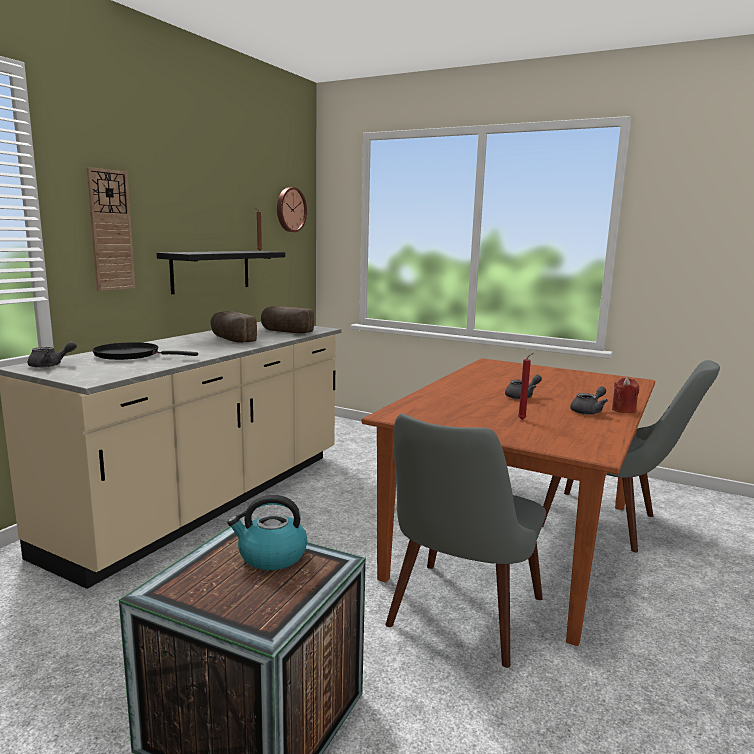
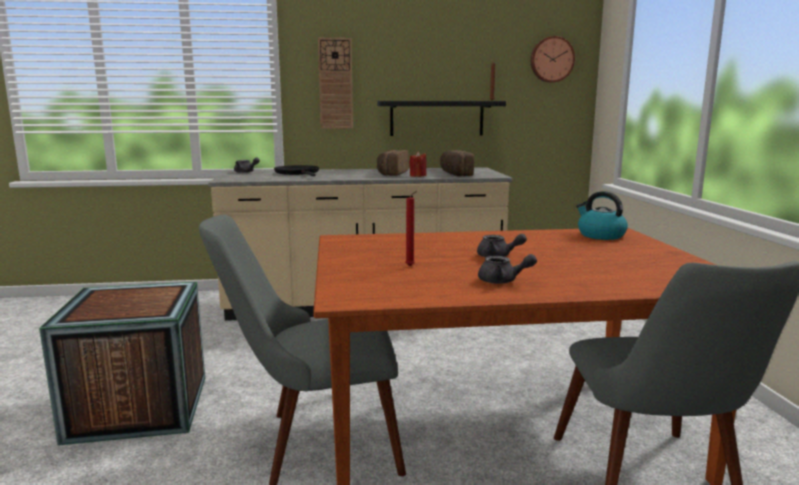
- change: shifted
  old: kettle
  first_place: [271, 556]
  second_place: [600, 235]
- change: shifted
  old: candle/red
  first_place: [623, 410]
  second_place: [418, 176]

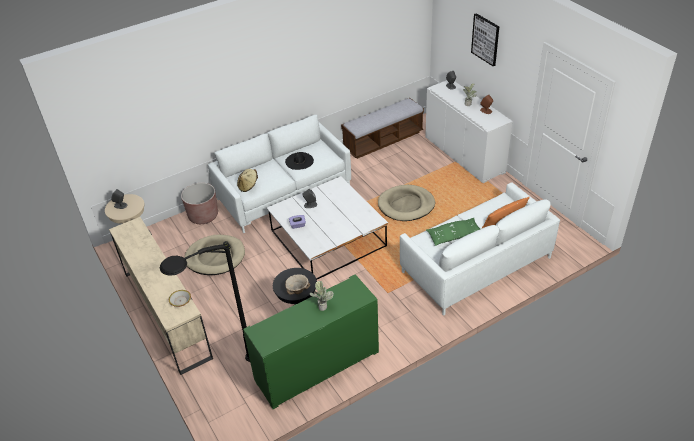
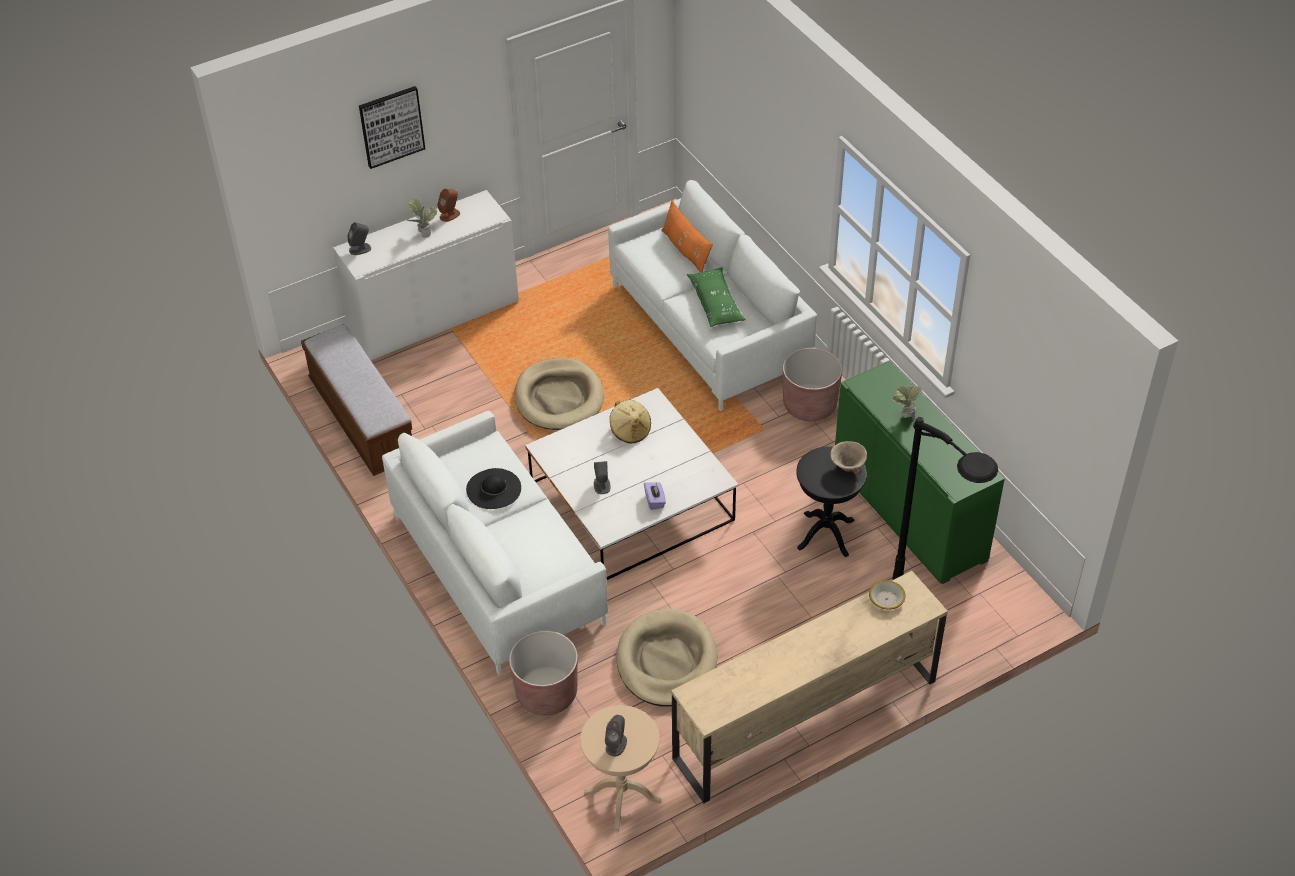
- change: new
  new: planter/brown
  second_place: [809, 405]
- change: shifted
  old: hat/beige
  first_place: [248, 186]
  second_place: [630, 431]

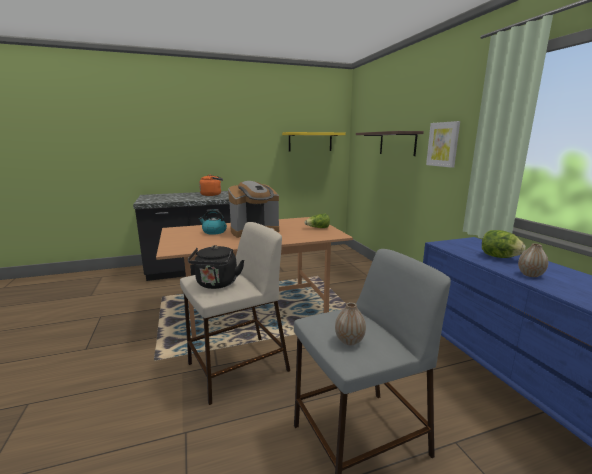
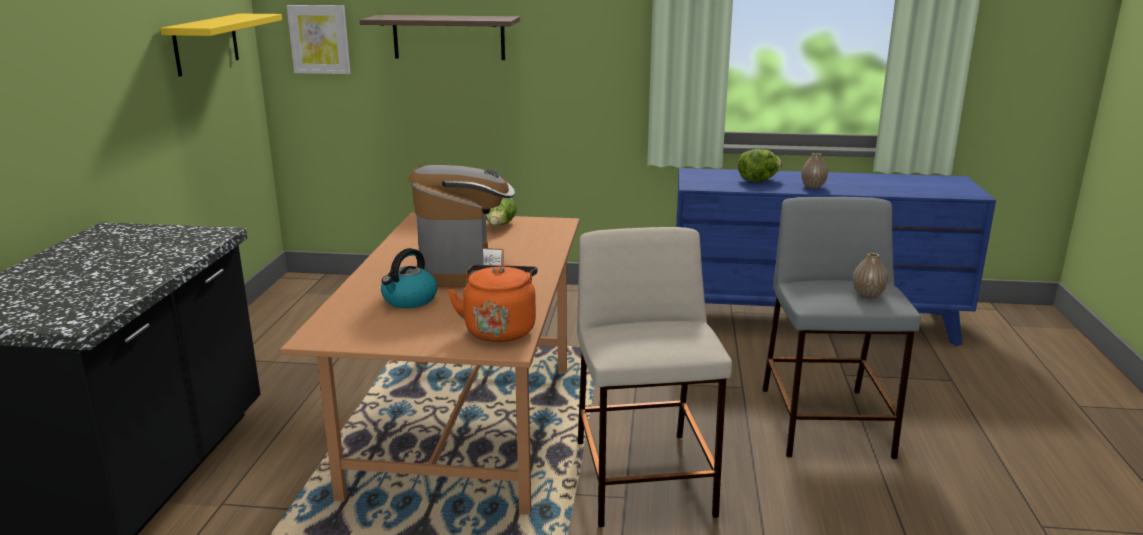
- change: gone
  old: kettle/black
  first_place: [216, 284]
- change: shifted
  old: kettle/orange
  first_place: [212, 195]
  second_place: [500, 329]
- change: shifted
  old: picture
  first_place: [443, 144]
  second_place: [319, 39]

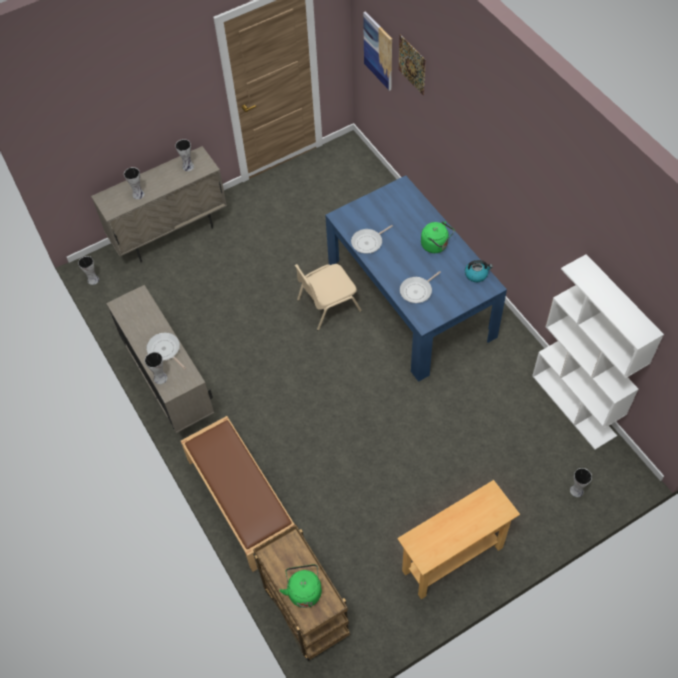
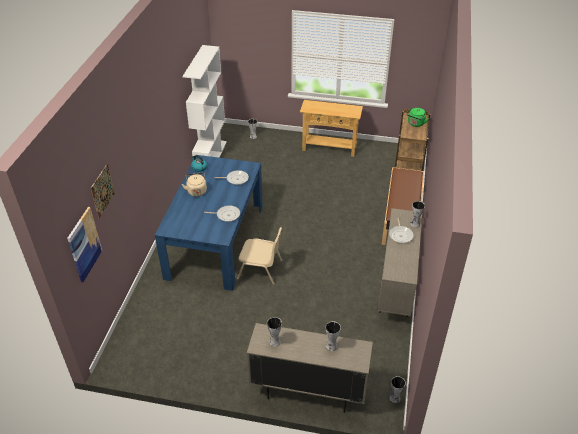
- change: repainted
  old: kettle/green
  new: kettle/beige
  first_place: [436, 245]
  second_place: [196, 191]

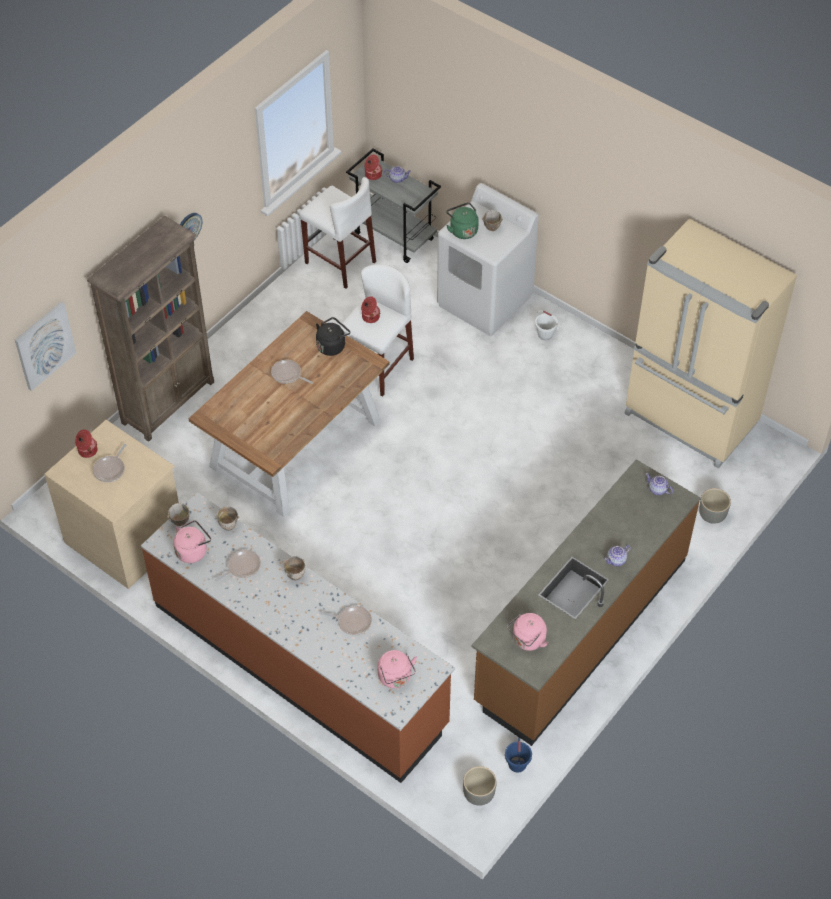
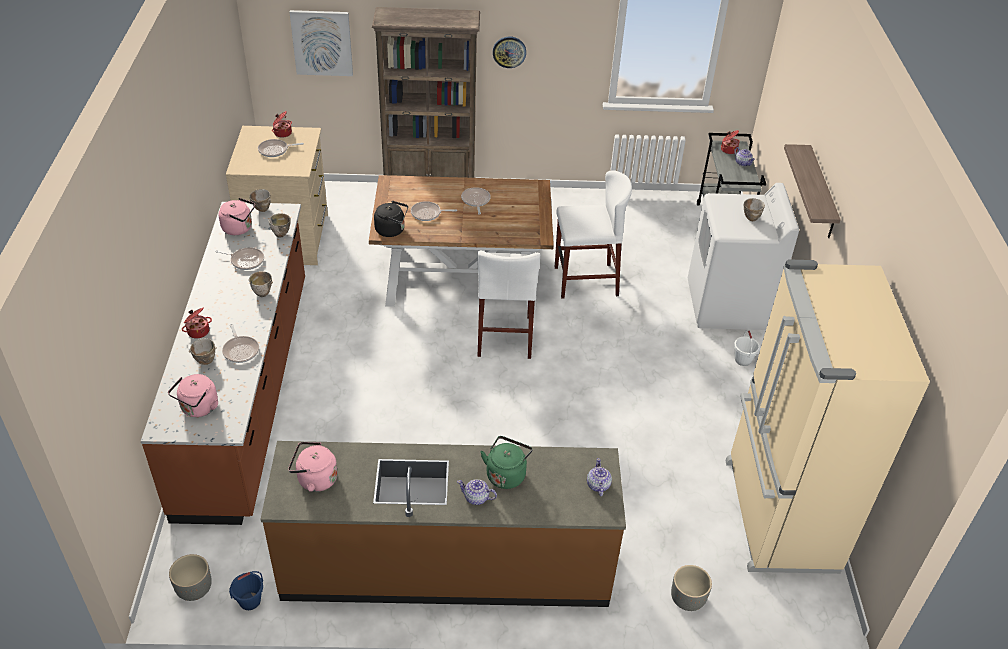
- change: new
  new: bowl
  second_place: [204, 361]
- change: new
  new: frying pan
  second_place: [428, 214]
- change: new
  new: shelf
  second_place: [821, 193]
- change: shifted
  old: stool/white
  first_place: [340, 262]
  second_place: [504, 336]
- change: shifted
  old: kettle/black
  first_place: [332, 345]
  second_place: [392, 230]
- change: shifted
  old: cooking pot
  first_place: [370, 317]
  second_place: [198, 331]
- change: shifted
  old: kettle/green
  first_place: [462, 230]
  second_place: [506, 474]

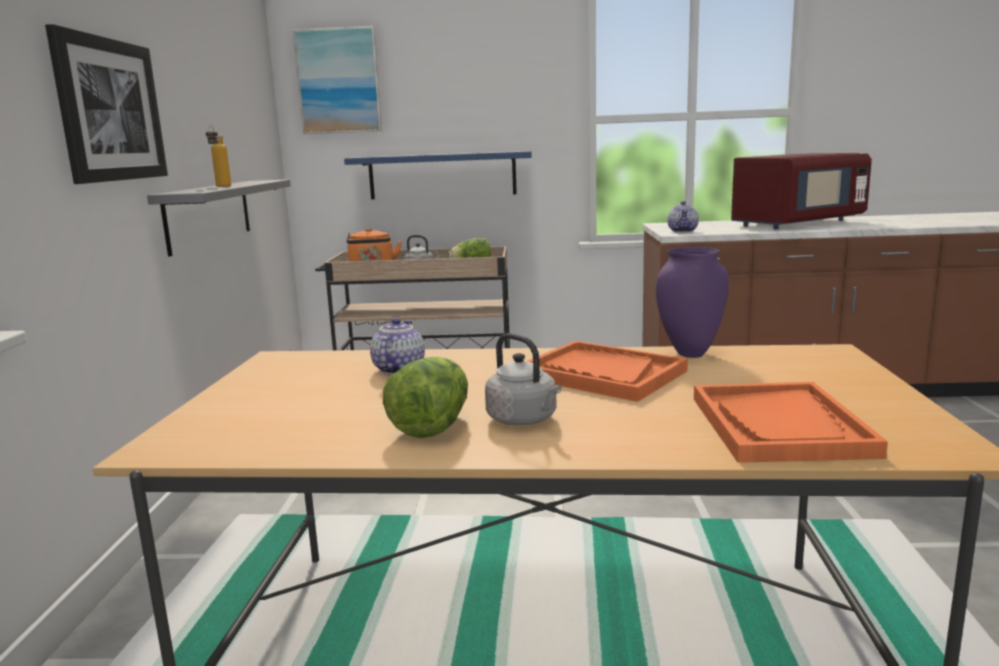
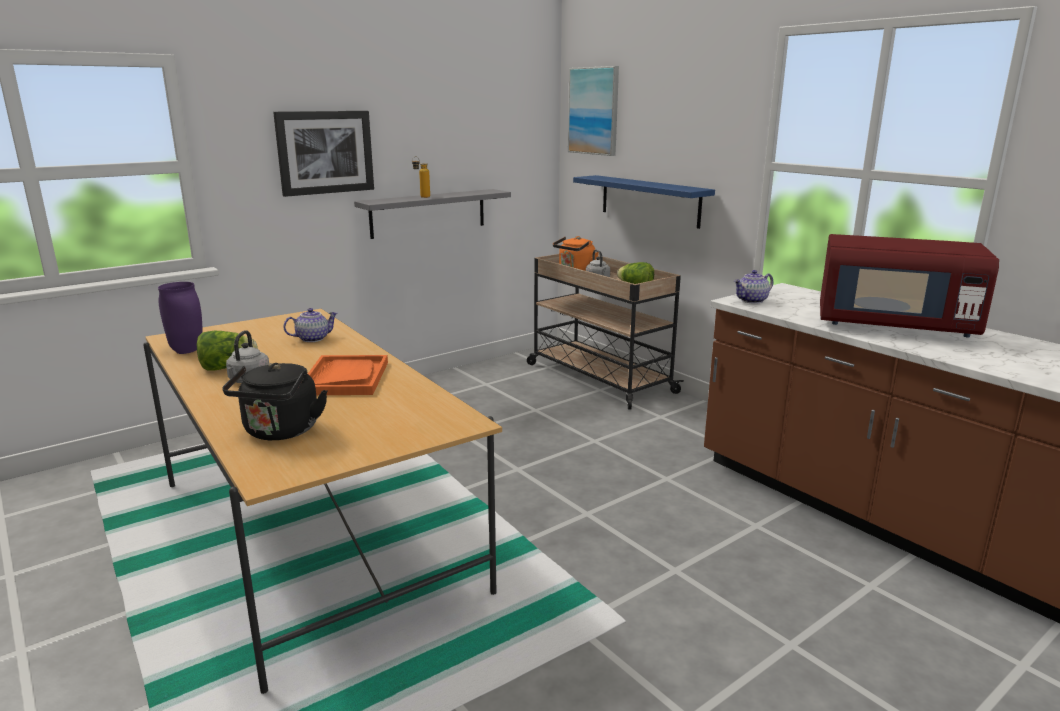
- change: shifted
  old: vase/purple
  first_place: [689, 353]
  second_place: [188, 351]
- change: swapped
  old: tray/orange
  new: kettle/black
  first_place: [779, 426]
  second_place: [280, 432]

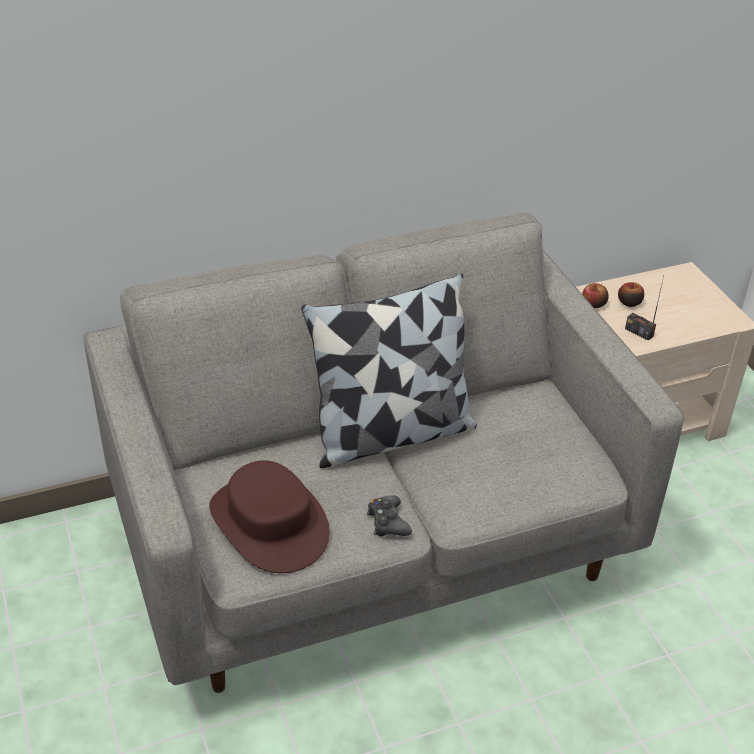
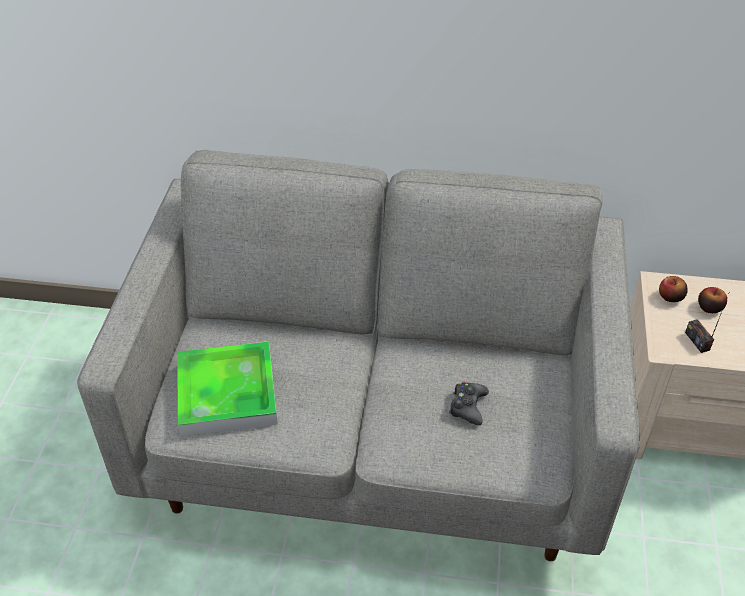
- change: gone
  old: pillow
  first_place: [391, 434]
- change: shifted
  old: game controller/black
  first_place: [388, 522]
  second_place: [468, 406]
- change: swapped
  old: hat/brown
  new: tray
  first_place: [270, 523]
  second_place: [227, 393]

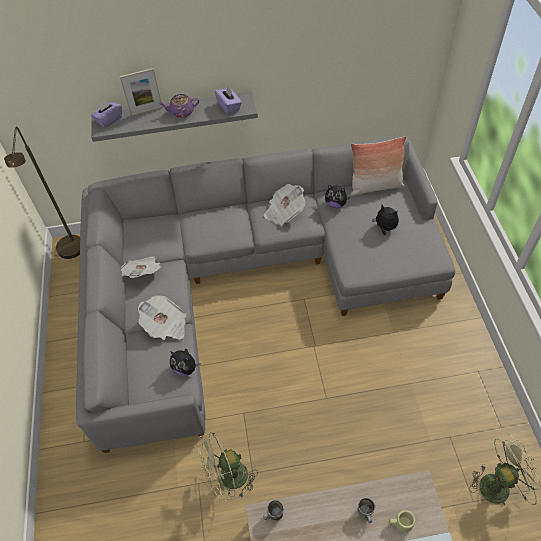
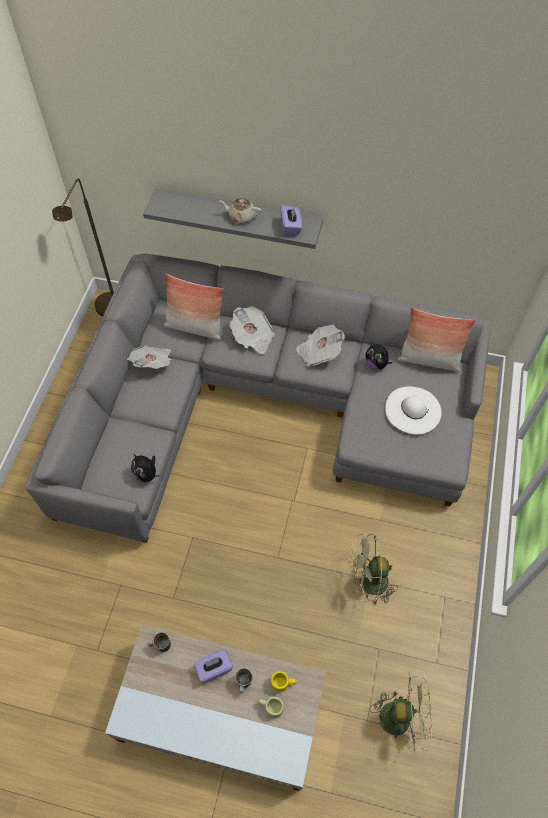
- change: gone
  old: picture frame
  first_place: [146, 111]
- change: new
  new: pillow
  second_place: [194, 327]
- change: new
  new: mug/yellow
  second_place: [283, 683]
- change: shifted
  old: tissue box/purple
  first_place: [109, 120]
  second_place: [214, 668]
- change: shifted
  old: newspaper
  first_place: [165, 325]
  second_place: [253, 337]
- change: shifted
  old: fan/green
  first_place: [228, 479]
  second_place: [367, 583]
- change: swapped
  old: plush toy
  new: hat/white
  first_place: [385, 228]
  second_place: [413, 410]
- change: repainted
  old: teapot/purple
  new: teapot/beige
  first_place: [181, 112]
  second_place: [241, 216]

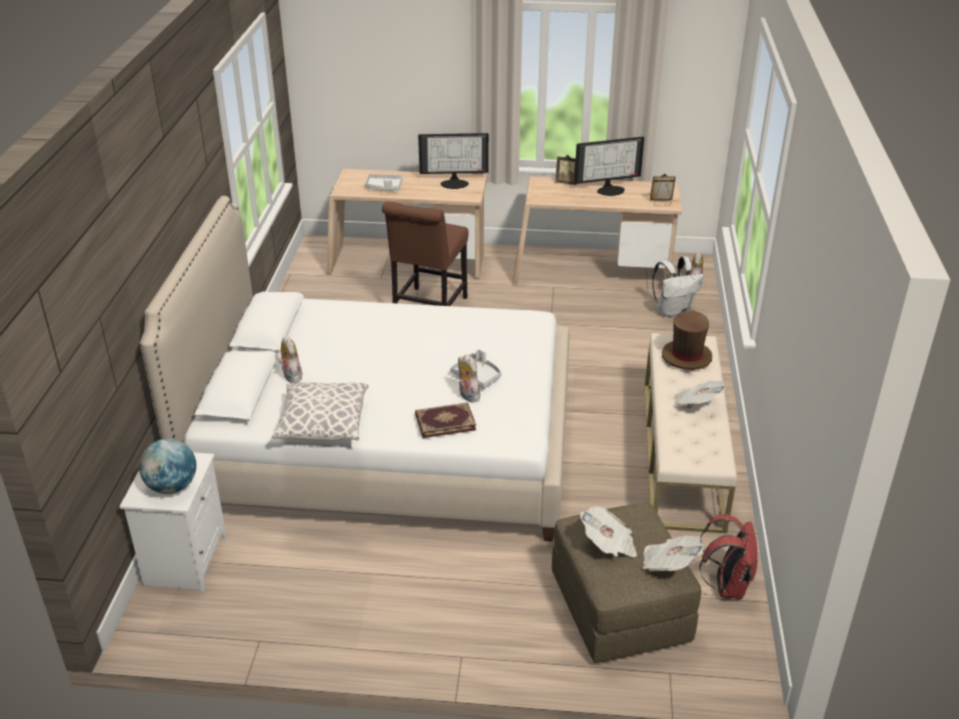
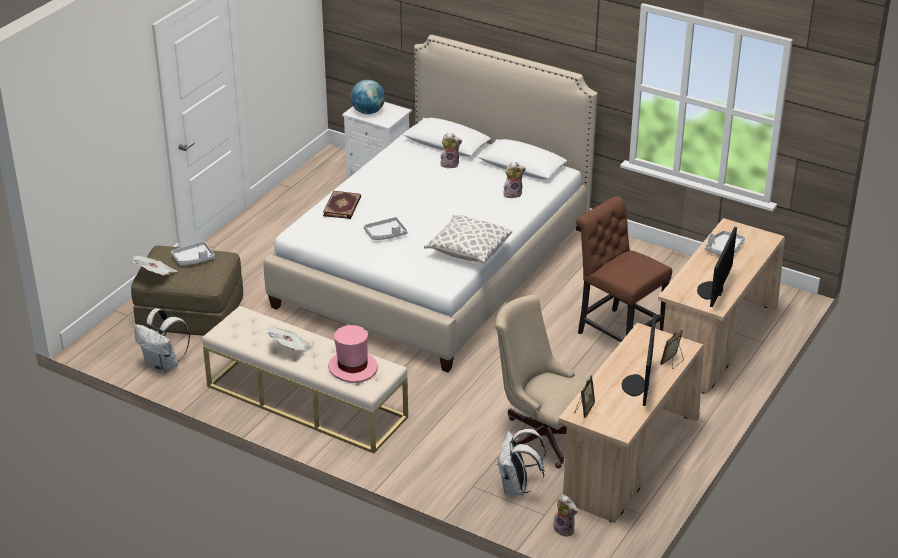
- change: new
  new: office chair/beige
  second_place: [541, 435]
- change: shifted
  old: pillow
  first_place: [323, 425]
  second_place: [468, 251]
- change: shifted
  old: plush toy
  first_place: [467, 396]
  second_place: [513, 194]
- change: swapped
  old: newspaper
  new: tray/grey
  first_place: [608, 544]
  second_place: [193, 259]
- change: repainted
  old: hat/brown
  new: hat/pink
  first_place: [686, 356]
  second_place: [353, 368]
- change: repainted
  old: backpack/red
  new: backpack/white
  first_place: [727, 585]
  second_place: [164, 365]

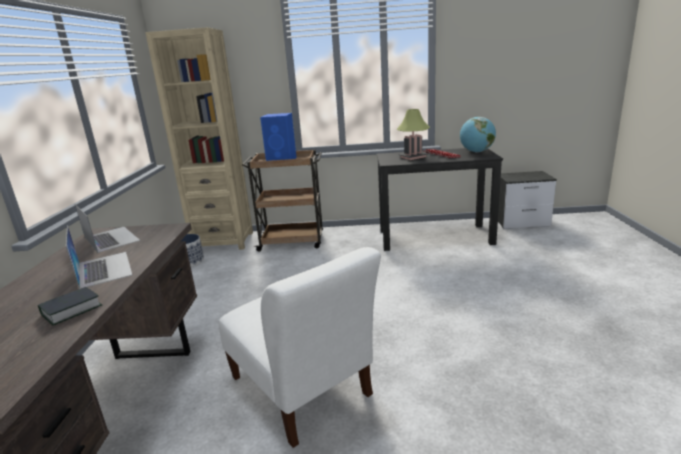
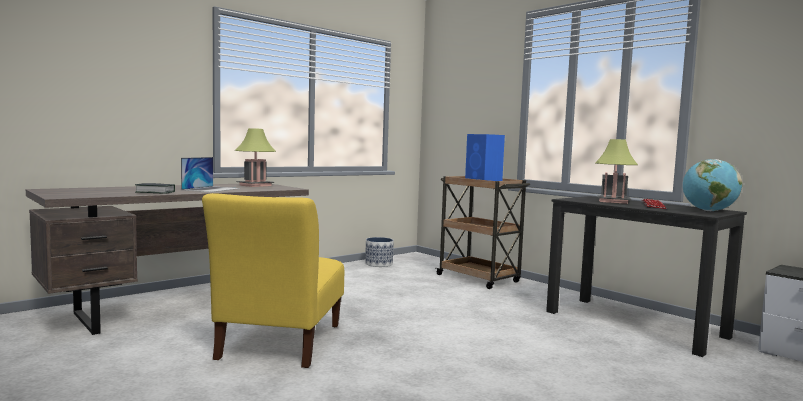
- change: gone
  old: bookcase/beige
  first_place: [223, 242]
- change: swapped
  old: laptop
  new: table lamp
  first_place: [111, 239]
  second_place: [255, 185]
- change: repainted
  old: chair/white
  new: chair/yellow
  first_place: [302, 390]
  second_place: [279, 344]

